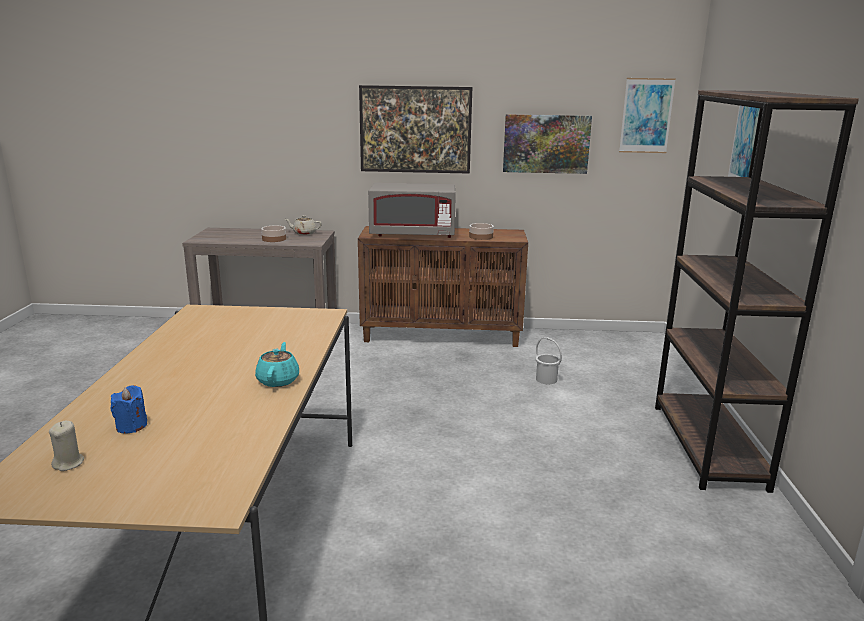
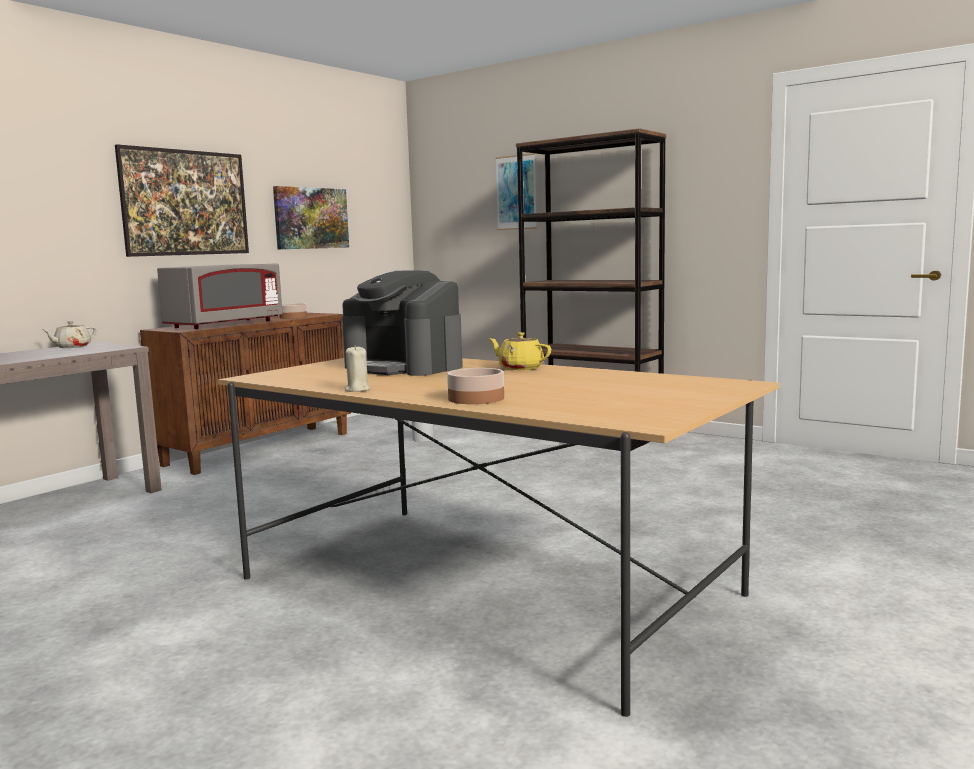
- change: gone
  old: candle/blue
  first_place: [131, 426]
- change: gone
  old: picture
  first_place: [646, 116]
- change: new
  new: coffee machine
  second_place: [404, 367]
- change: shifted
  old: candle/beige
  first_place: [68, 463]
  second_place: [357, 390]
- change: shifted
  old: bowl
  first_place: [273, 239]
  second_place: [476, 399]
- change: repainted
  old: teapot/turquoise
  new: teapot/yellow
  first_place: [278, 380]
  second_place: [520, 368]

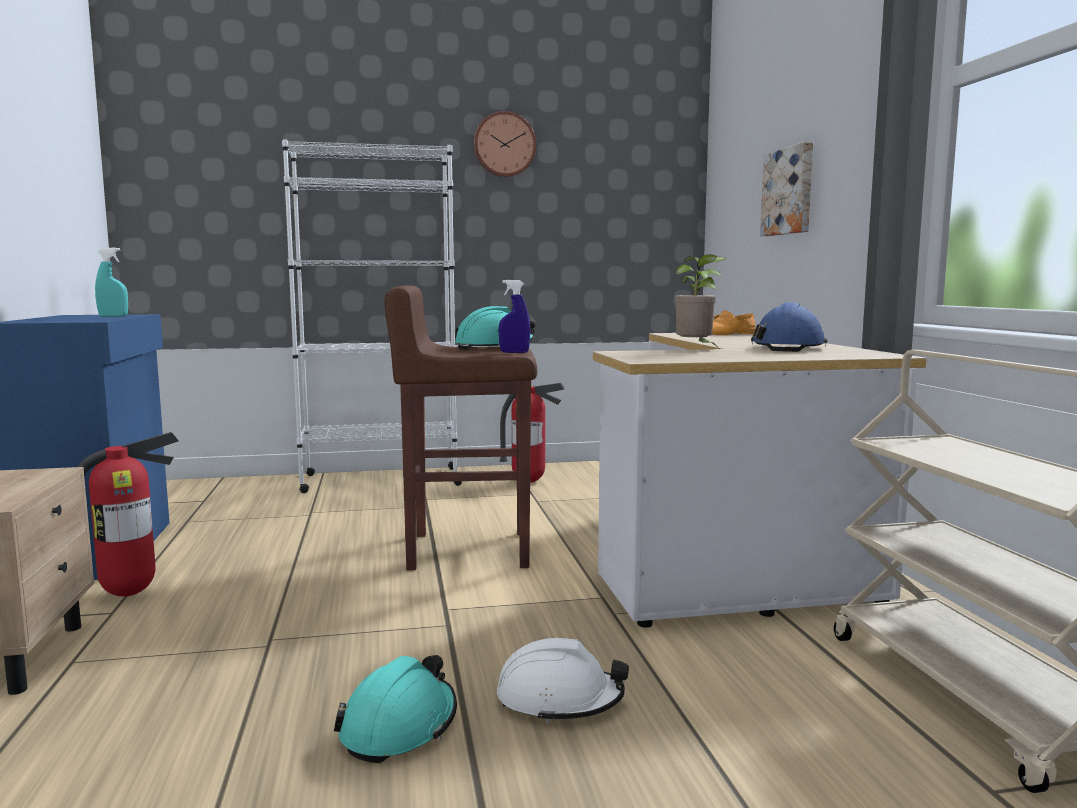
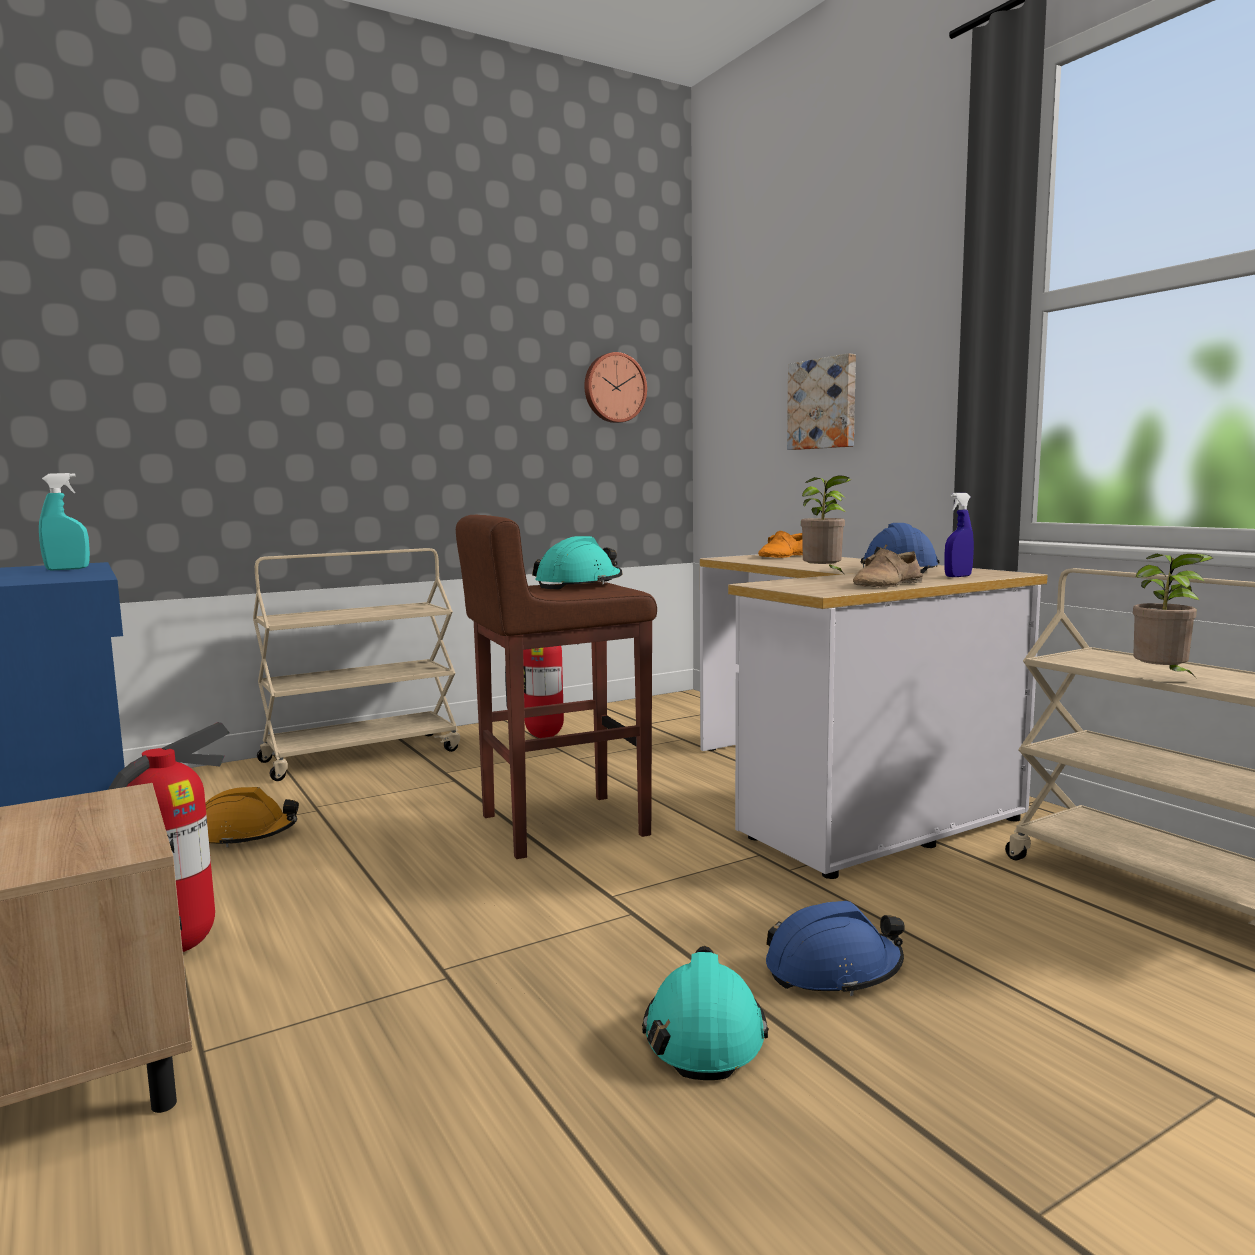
- change: new
  new: hard hat/orange
  second_place: [246, 835]
- change: new
  new: shoe/beige
  second_place: [889, 585]
- change: new
  new: potted plant
  second_place: [1163, 679]
- change: shifted
  old: wall clock
  first_place: [504, 145]
  second_place: [614, 388]
- change: shifted
  old: spray bottle/blue
  first_place: [514, 352]
  second_place: [958, 576]
- change: swapped
  old: bookcase/white
  new: cart/beige
  first_place: [380, 480]
  second_place: [362, 755]
- change: repainted
  old: hard hat/white
  new: hard hat/blue
  first_place: [559, 700]
  second_place: [833, 970]

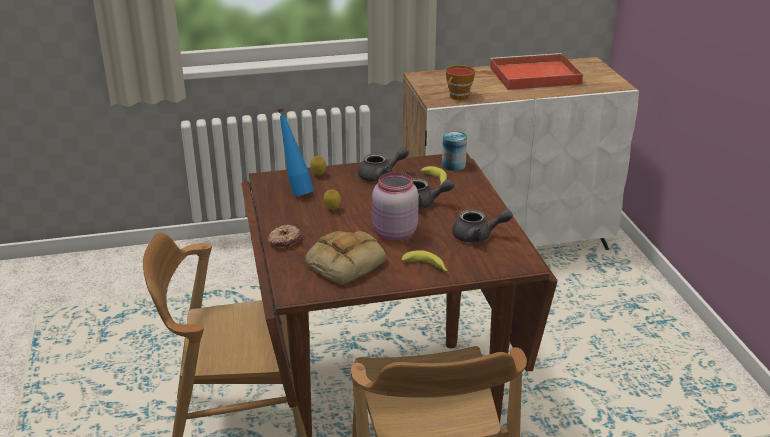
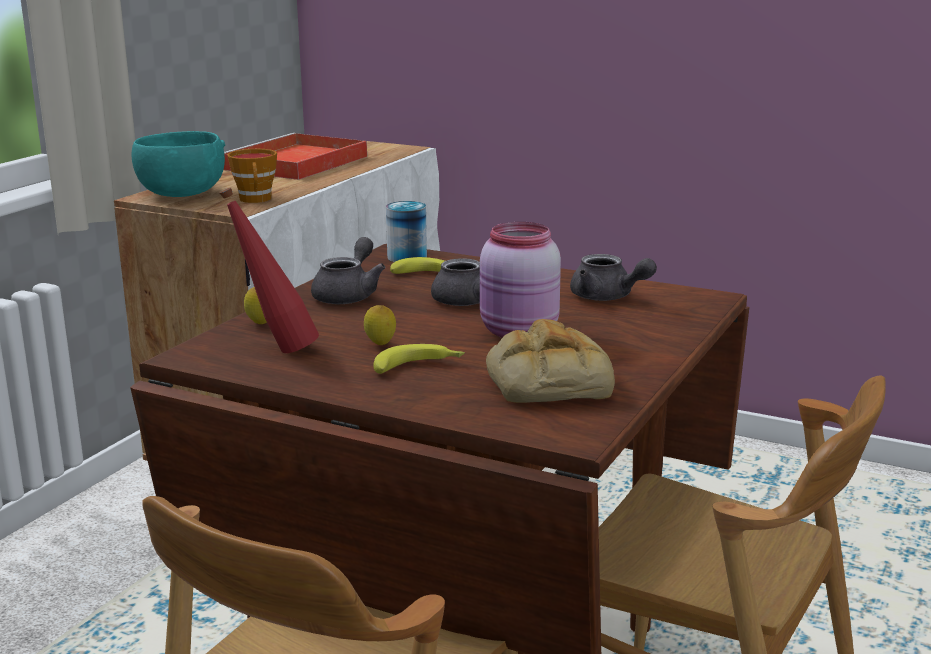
- change: gone
  old: donut
  first_place: [284, 241]
- change: new
  new: bowl/turquoise
  second_place: [182, 194]
- change: shifted
  old: banana
  first_place: [427, 267]
  second_place: [419, 367]
- change: repainted
  old: bottle/blue
  new: bottle/red
  first_place: [296, 191]
  second_place: [276, 350]
- change: rotated
  old: teapot/grey
  first_place: [478, 236]
  second_place: [607, 297]
  degrees: 90

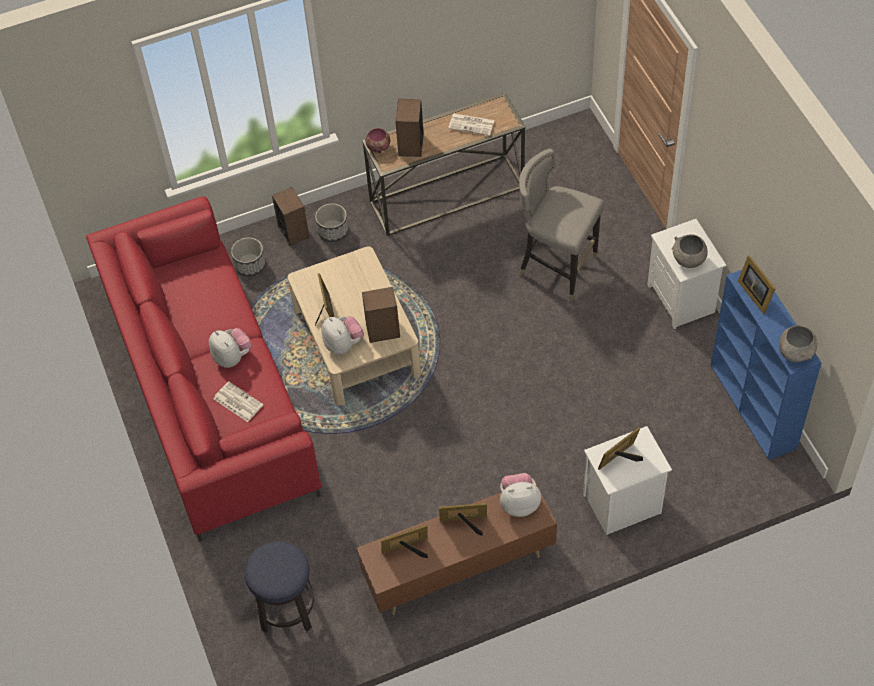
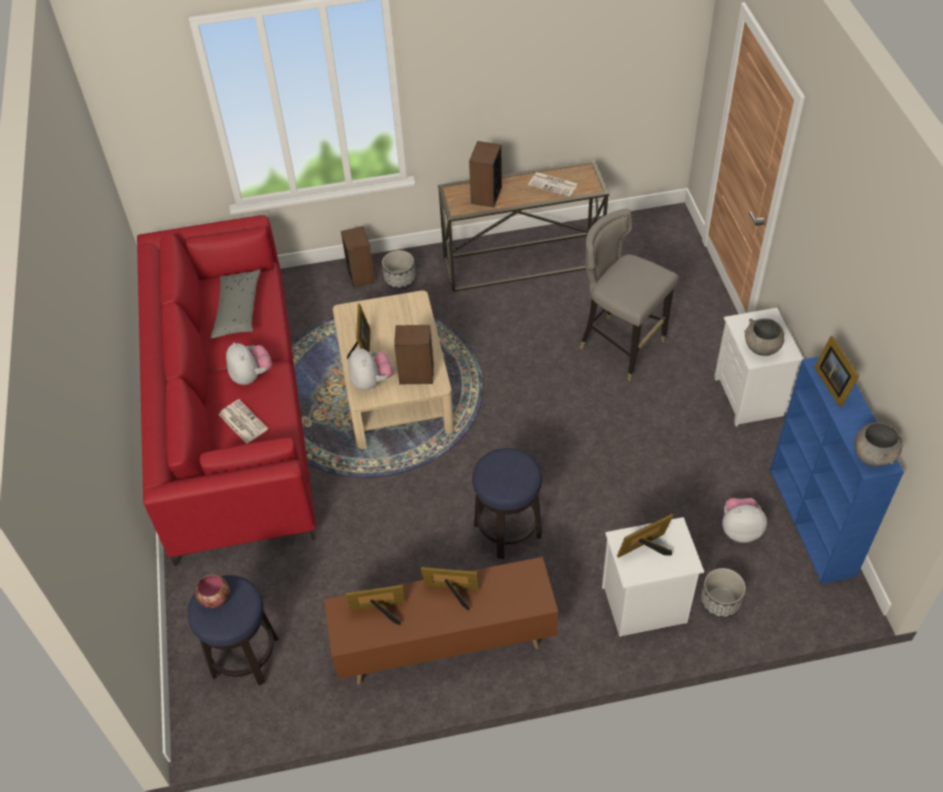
- change: new
  new: pillow/grey
  second_place: [237, 310]
- change: new
  new: stool
  second_place: [508, 530]
- change: shifted
  old: planter
  first_place: [250, 265]
  second_place: [720, 602]
- change: shifted
  old: bowl
  first_place: [378, 147]
  second_place: [216, 597]
- change: shifted
  old: plush toy
  first_place: [519, 503]
  second_place: [740, 529]

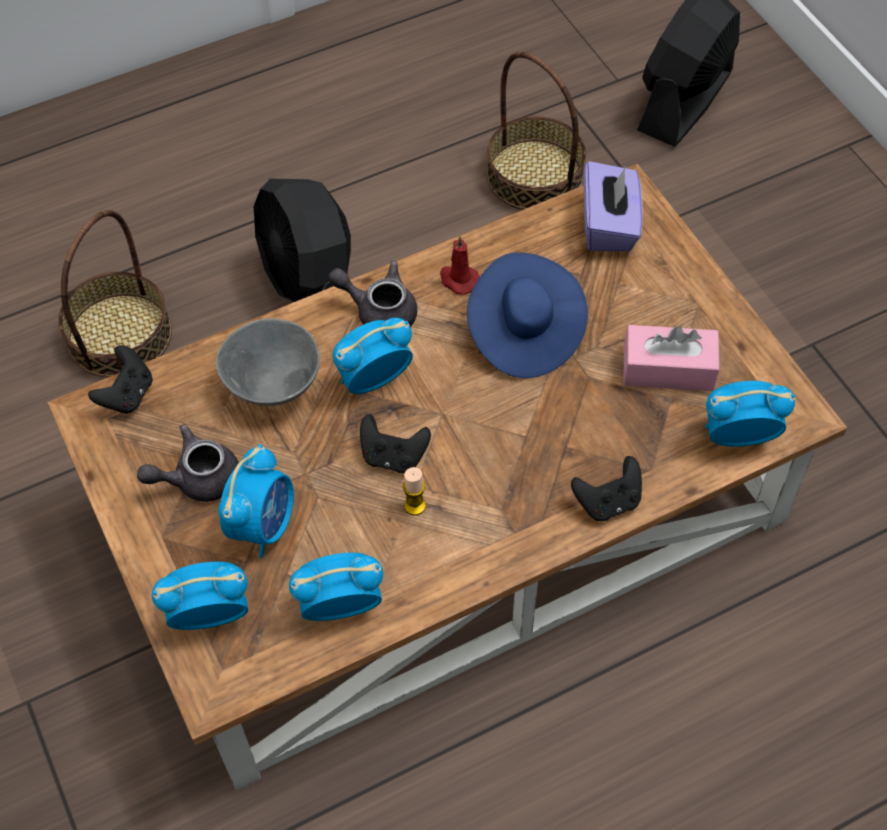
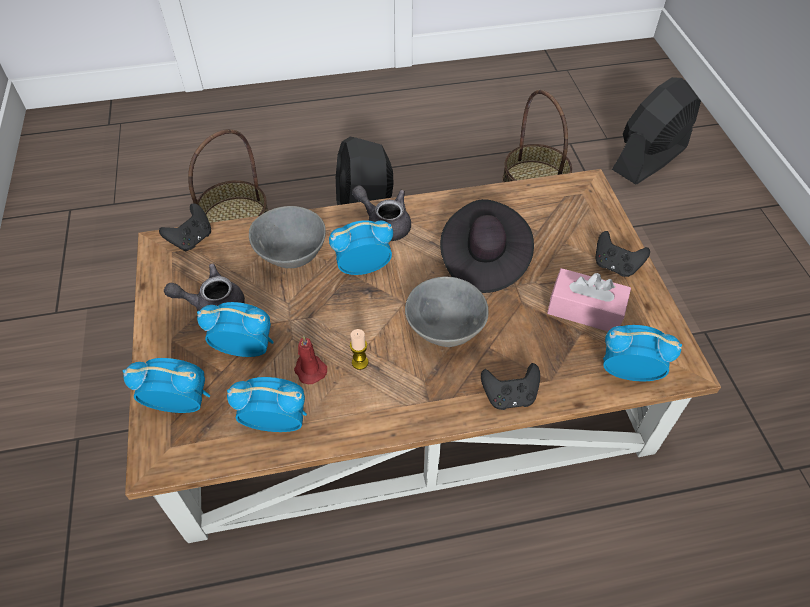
- change: gone
  old: tissue box/purple
  first_place: [609, 225]
- change: new
  new: bowl/grey
  second_place: [445, 329]
- change: shifted
  old: game controller/black
  first_place: [393, 456]
  second_place: [615, 266]
- change: shifted
  old: candle/red
  first_place: [458, 279]
  second_place: [309, 369]
- change: repainted
  old: hat/blue
  new: hat/black
  first_place: [524, 333]
  second_place: [483, 261]
- change: rotated
  old: alarm clock
  first_place: [263, 525]
  second_place: [245, 348]
  degrees: -120

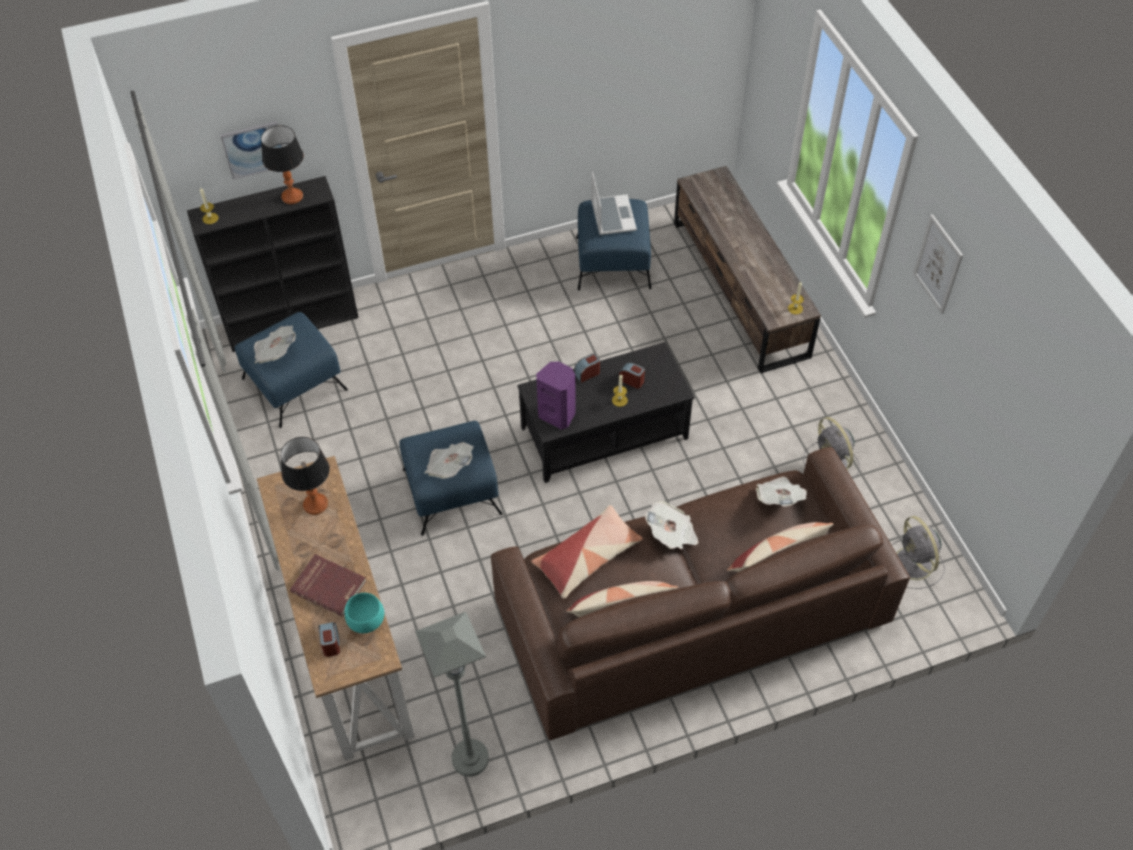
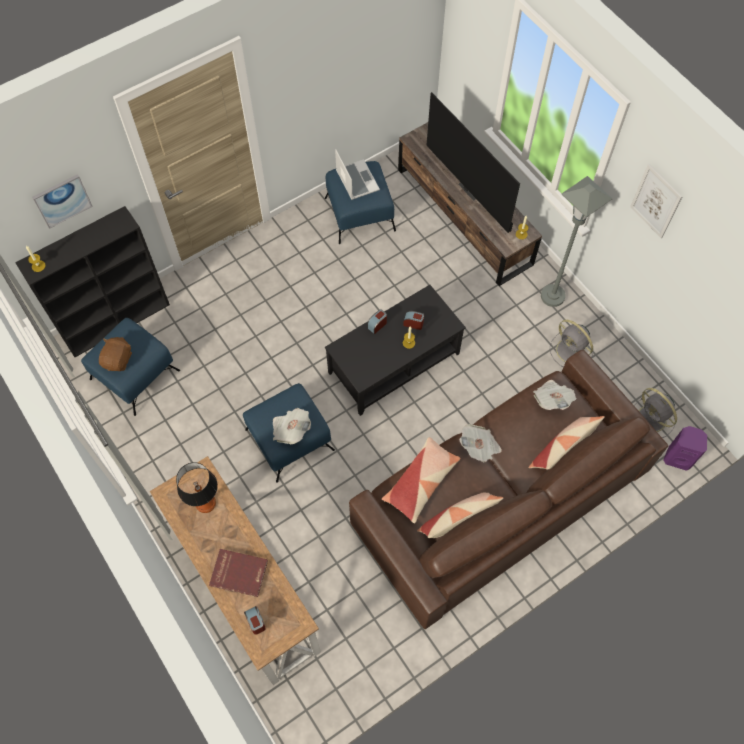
- change: gone
  old: table lamp
  first_place: [292, 197]
- change: gone
  old: bowl/turquoise
  first_place: [365, 622]
- change: new
  new: television
  second_place: [472, 188]
- change: shifted
  old: floor lamp/grey
  first_place: [470, 758]
  second_place: [552, 296]
- change: shifted
  old: speaker/purple
  first_place: [558, 414]
  second_place: [678, 457]
- change: swapped
  old: newspaper
  new: plush toy/brown
  first_place: [275, 352]
  second_place: [118, 360]

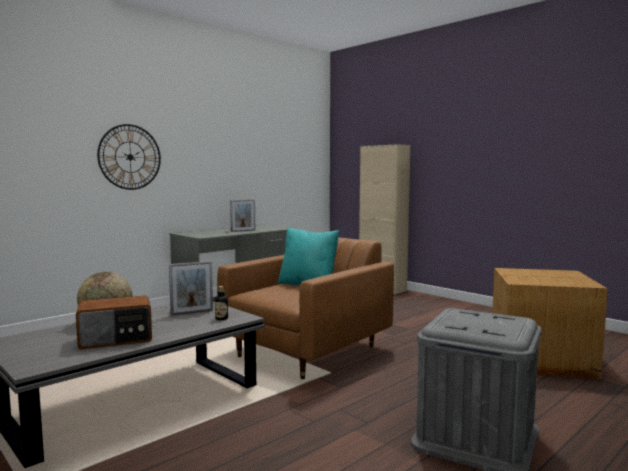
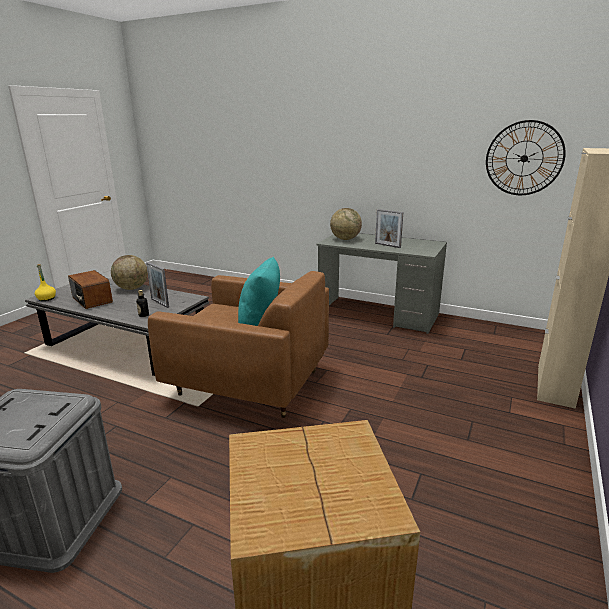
- change: new
  new: bottle/yellow
  second_place: [46, 298]
- change: new
  new: globe
  second_place: [345, 239]
- change: shifted
  old: wall clock
  first_place: [130, 157]
  second_place: [524, 158]

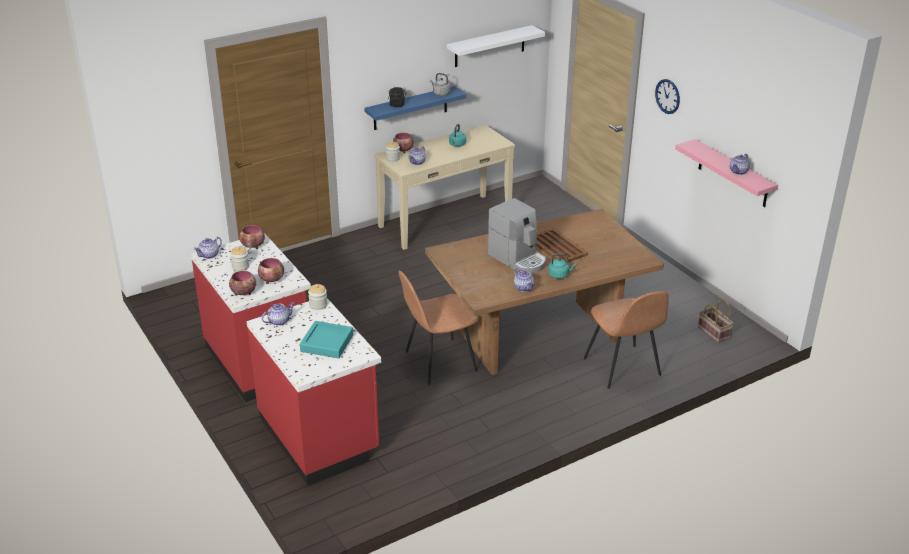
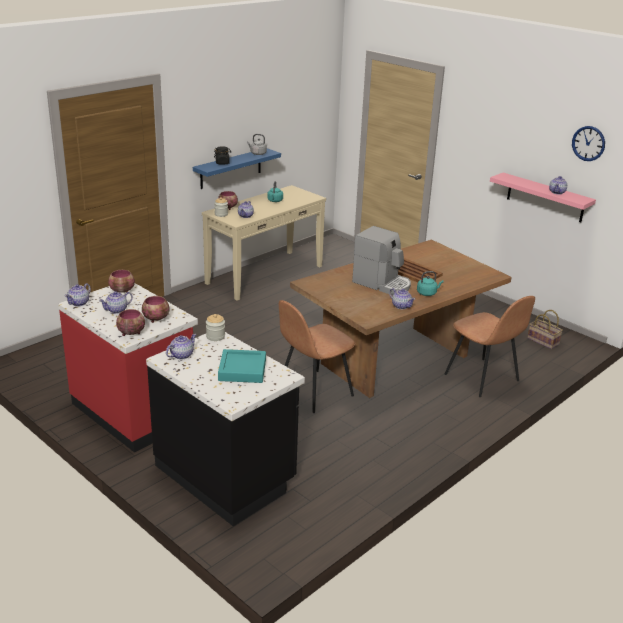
- change: gone
  old: shelf/white
  first_place: [489, 46]
- change: shifted
  old: wall clock
  first_place: [667, 96]
  second_place: [588, 143]
- change: swapped
  old: jar
  new: teapot
  first_place: [240, 266]
  second_place: [117, 310]
- change: repainted
  old: counter/red
  new: counter/black
  first_place: [320, 436]
  second_place: [226, 475]

